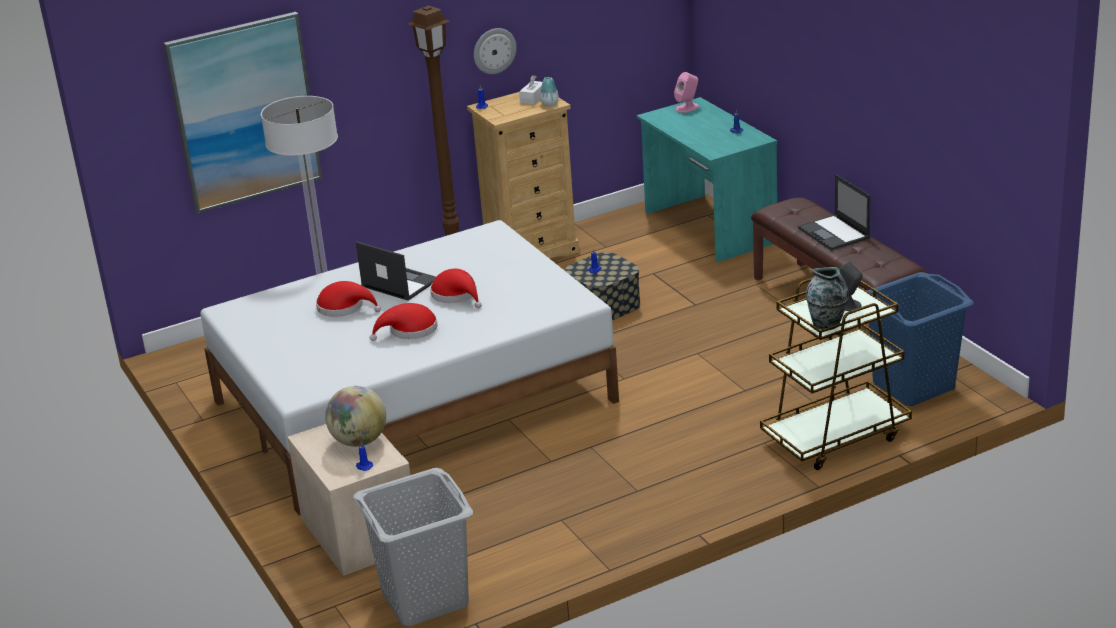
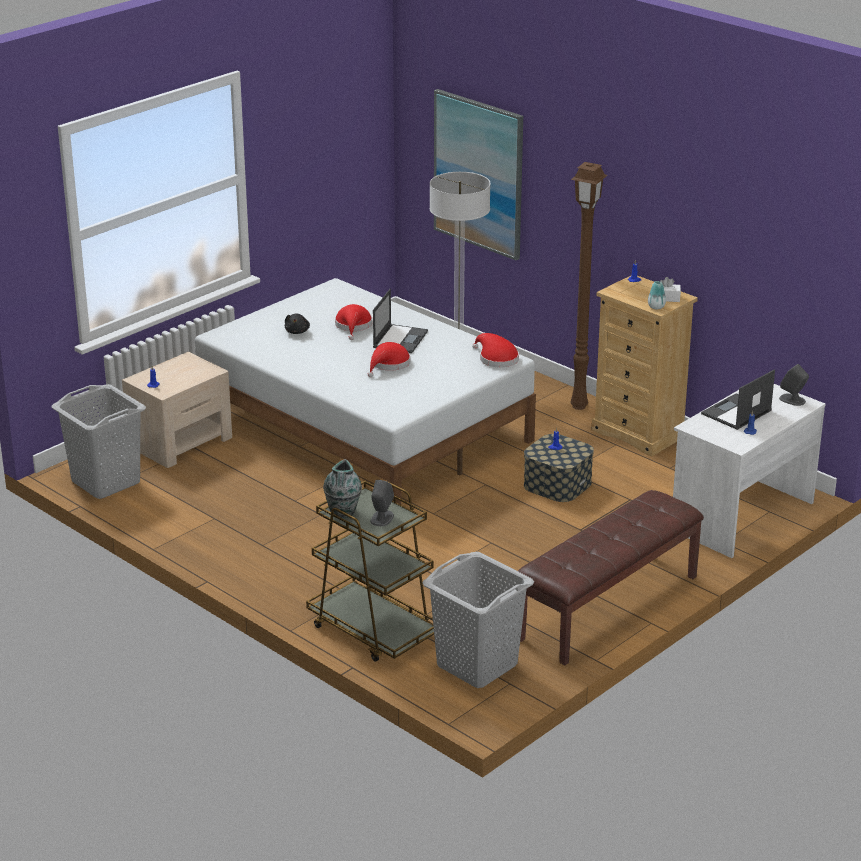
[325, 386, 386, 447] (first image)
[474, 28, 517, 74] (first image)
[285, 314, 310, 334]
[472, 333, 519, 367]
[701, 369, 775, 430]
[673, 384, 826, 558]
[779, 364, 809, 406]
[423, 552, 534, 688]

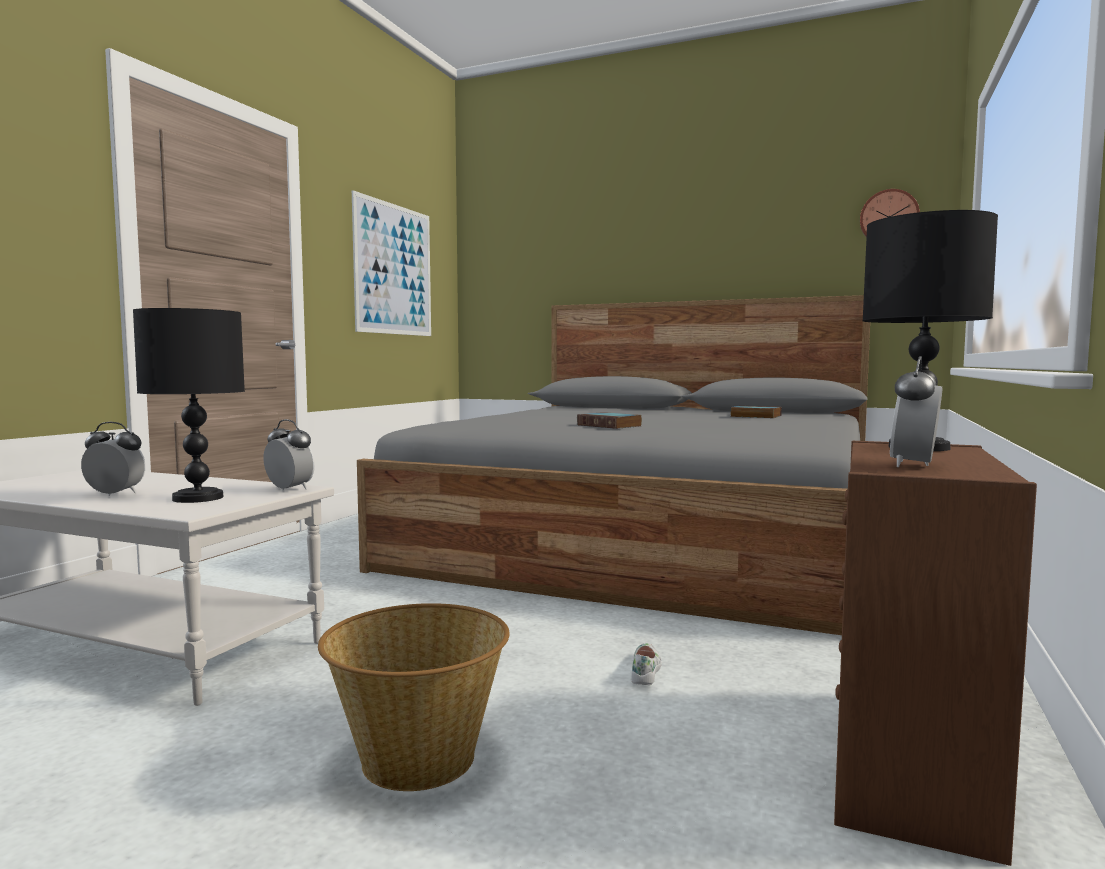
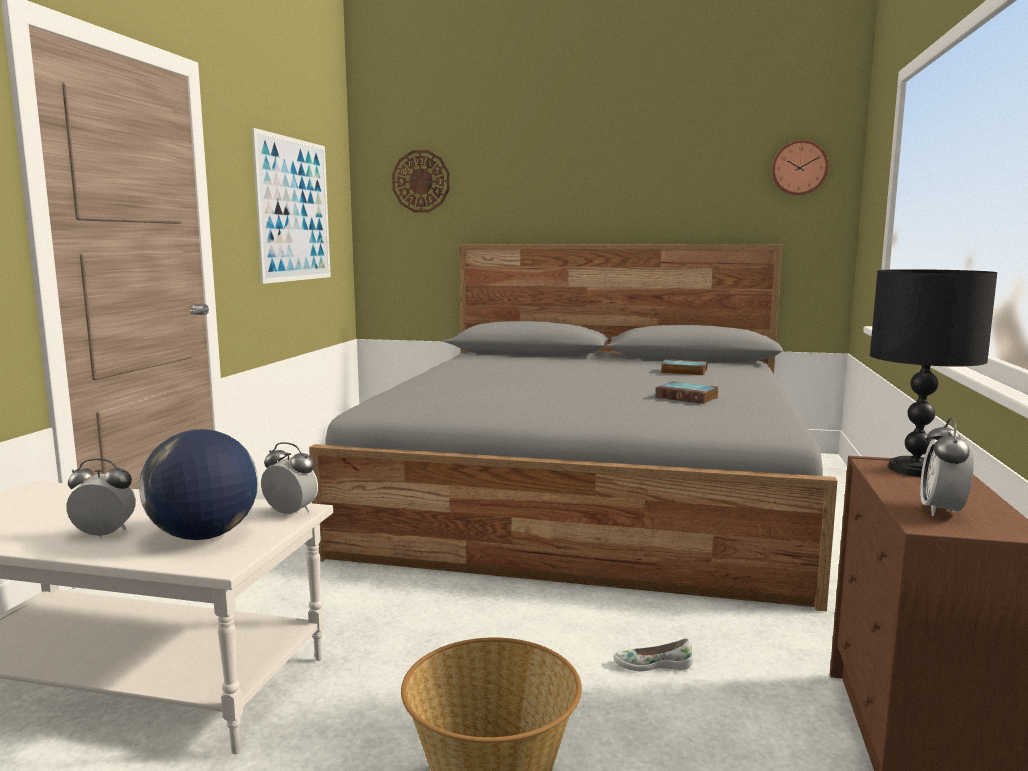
[392, 150, 450, 213]
[655, 381, 719, 404]
[139, 429, 258, 540]
[613, 638, 693, 671]

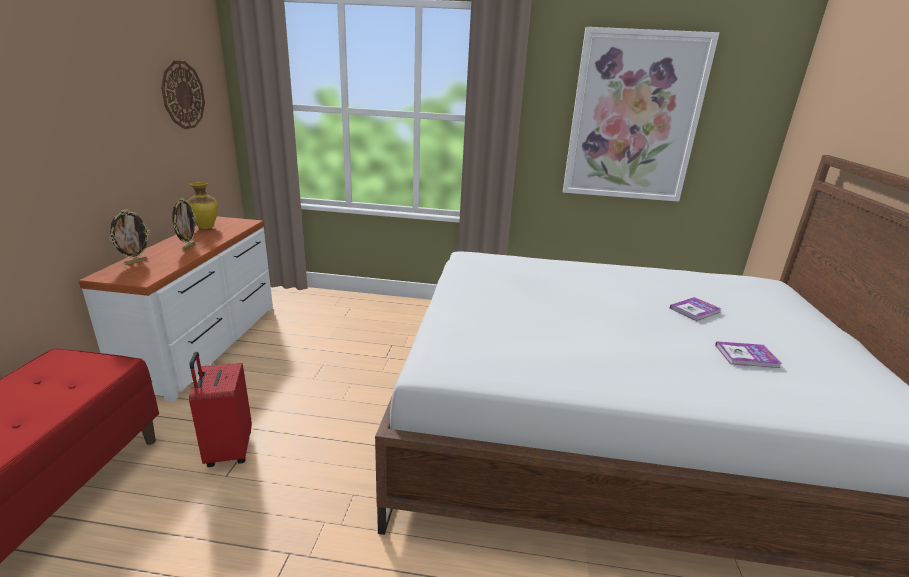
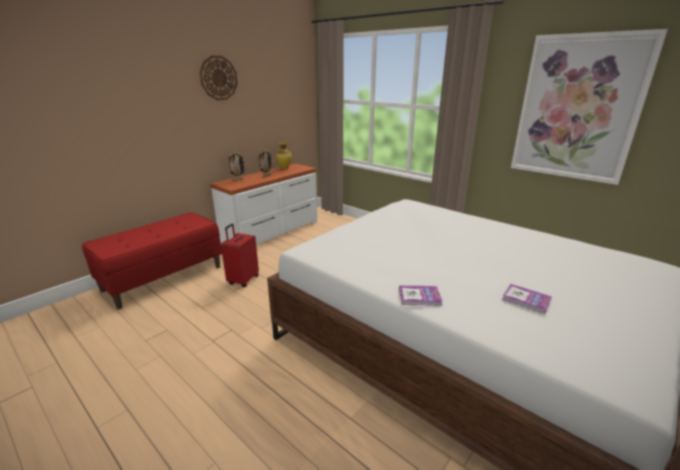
[200, 56, 237, 100]
[399, 286, 443, 306]

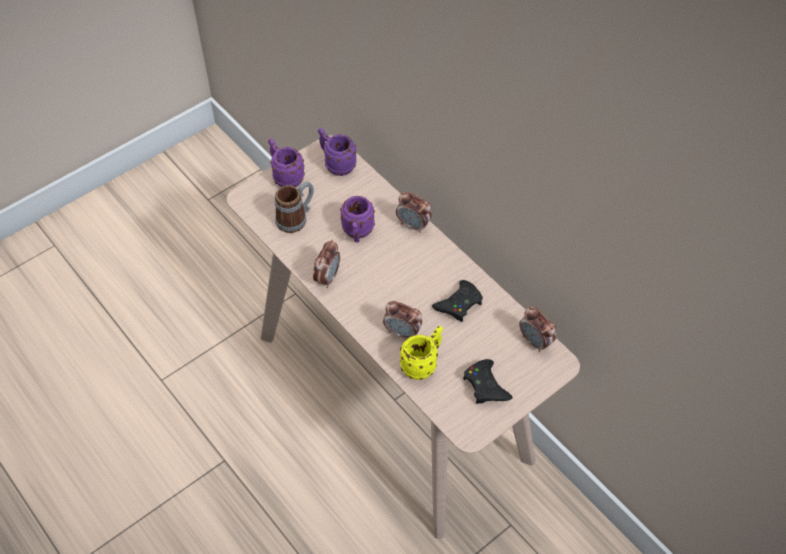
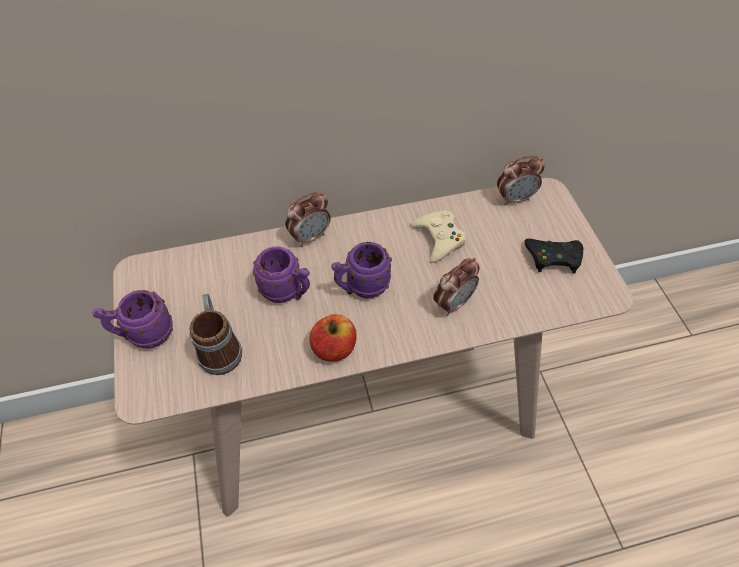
[400, 326, 443, 380] (first image)
[331, 242, 392, 298]
[310, 314, 357, 362]
[411, 211, 466, 263]

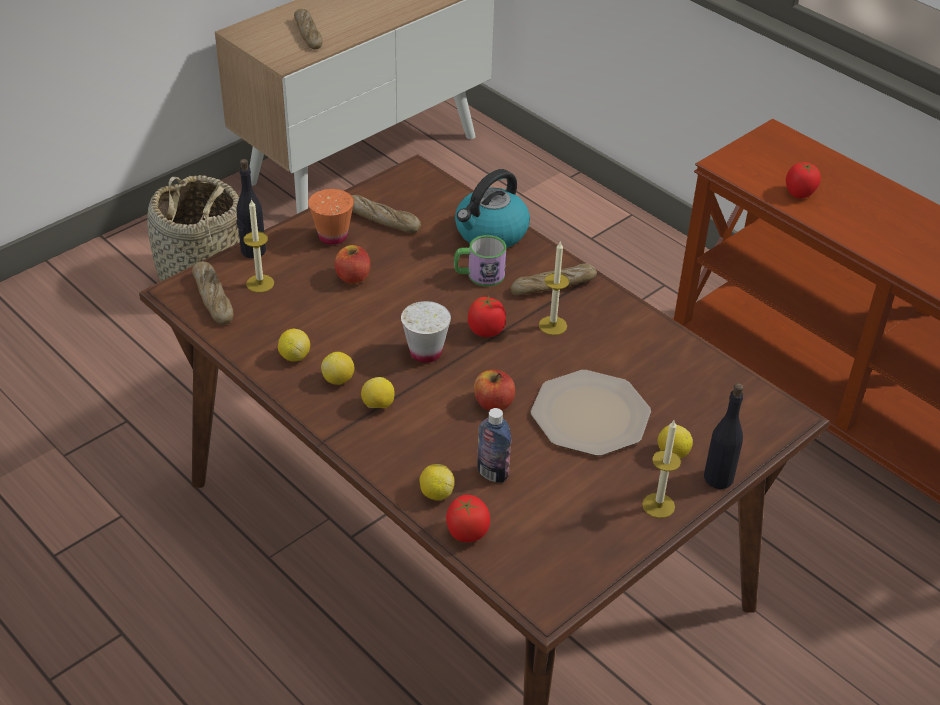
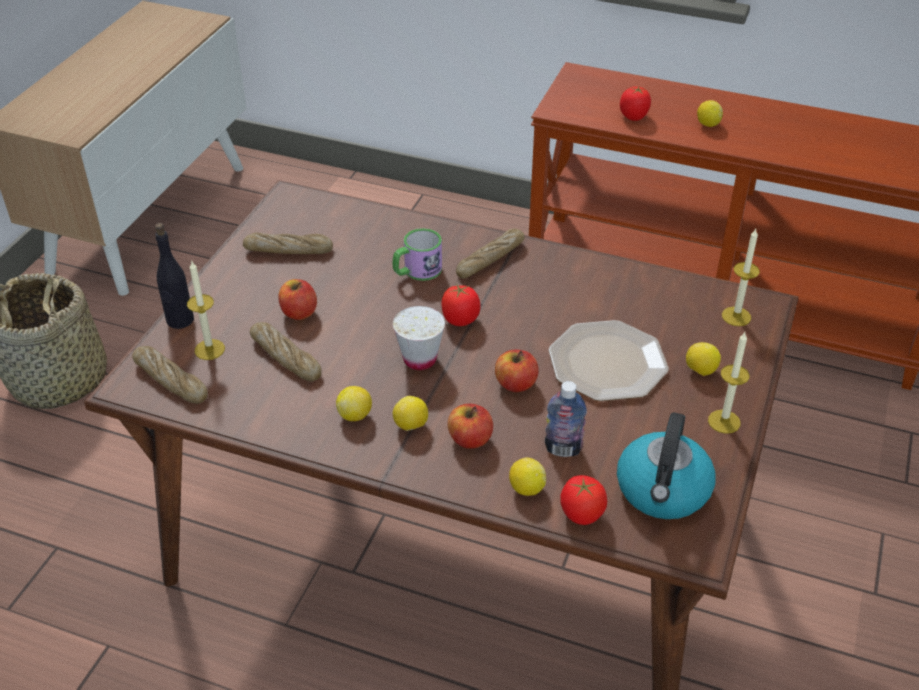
[308, 189, 354, 245] (first image)
[704, 383, 743, 489] (first image)
[448, 404, 493, 449]
[697, 100, 723, 127]
[250, 322, 322, 381]
[617, 412, 716, 519]
[722, 229, 760, 326]

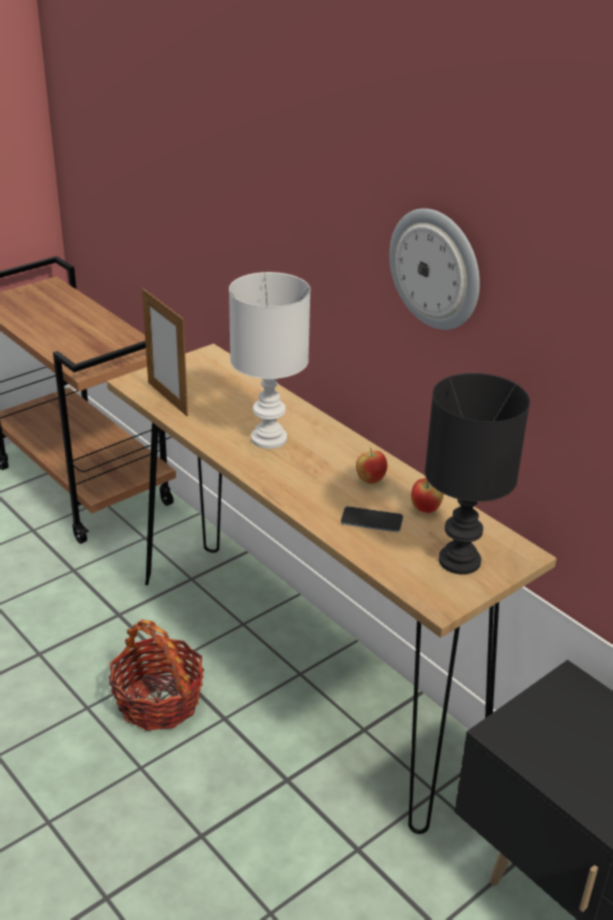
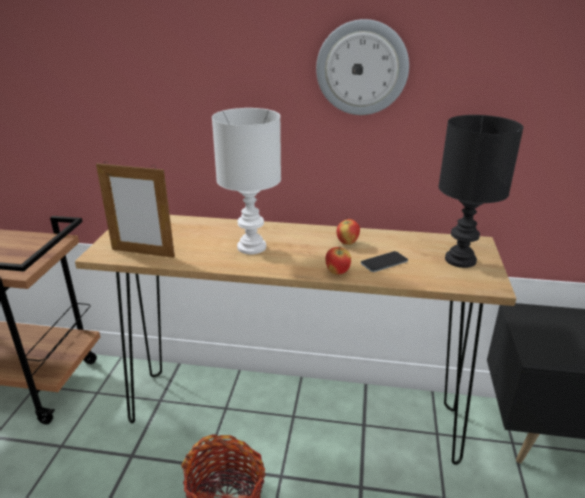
[325, 246, 351, 275]

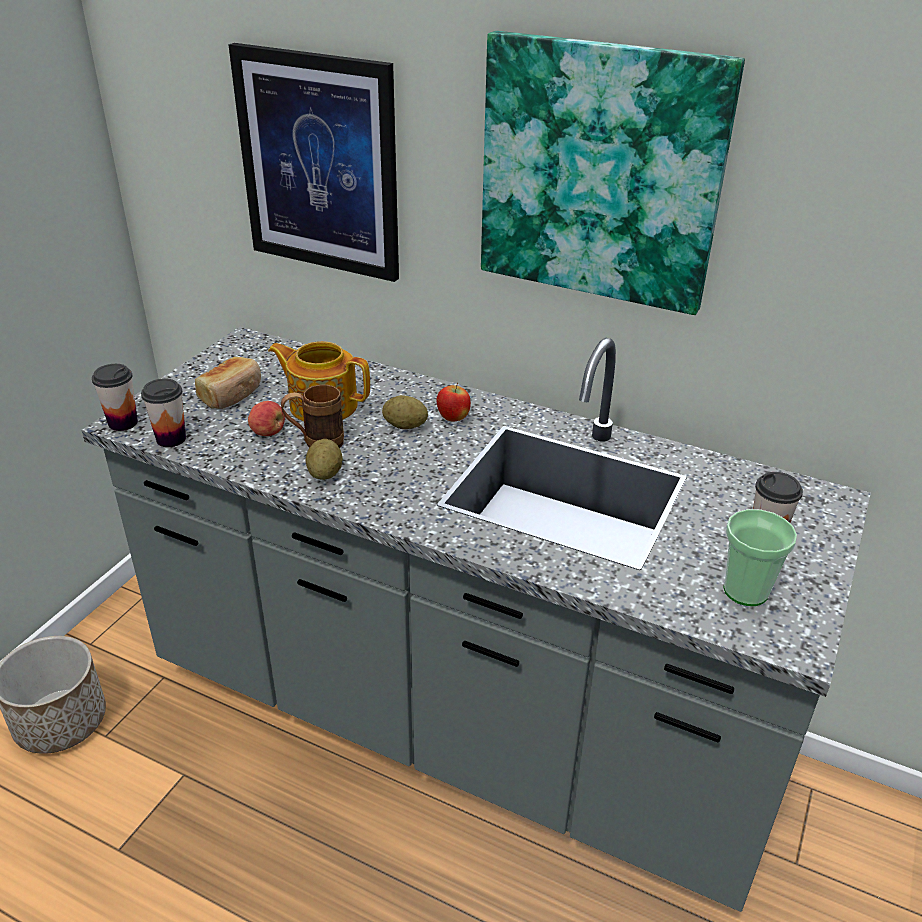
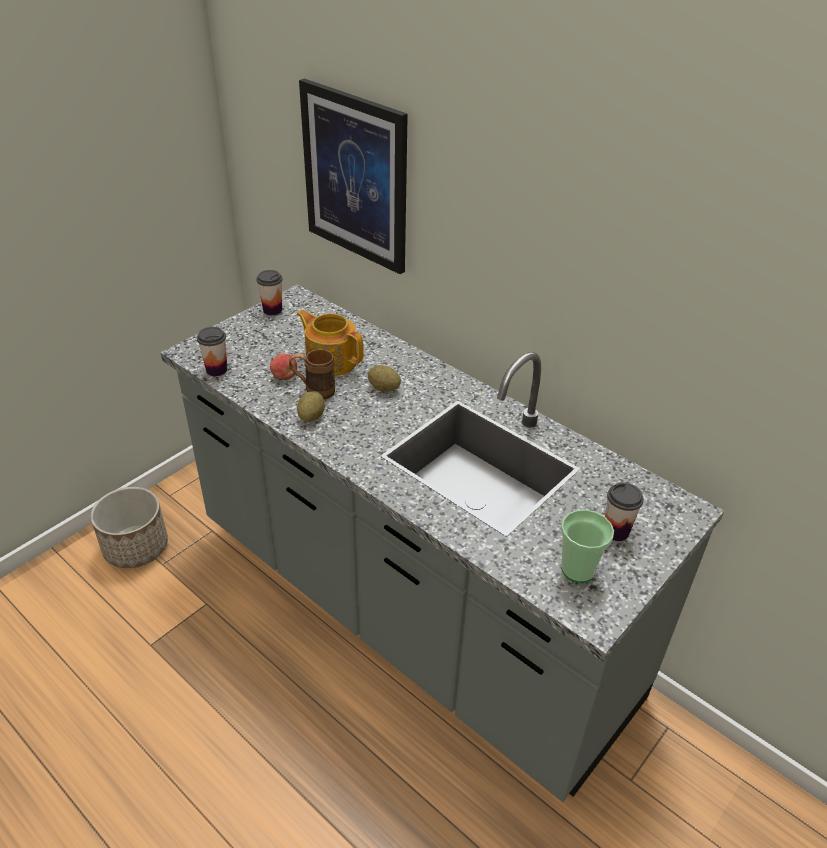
[195, 357, 261, 409] (first image)
[437, 383, 471, 421] (first image)
[481, 31, 745, 315] (first image)
[256, 270, 282, 315]

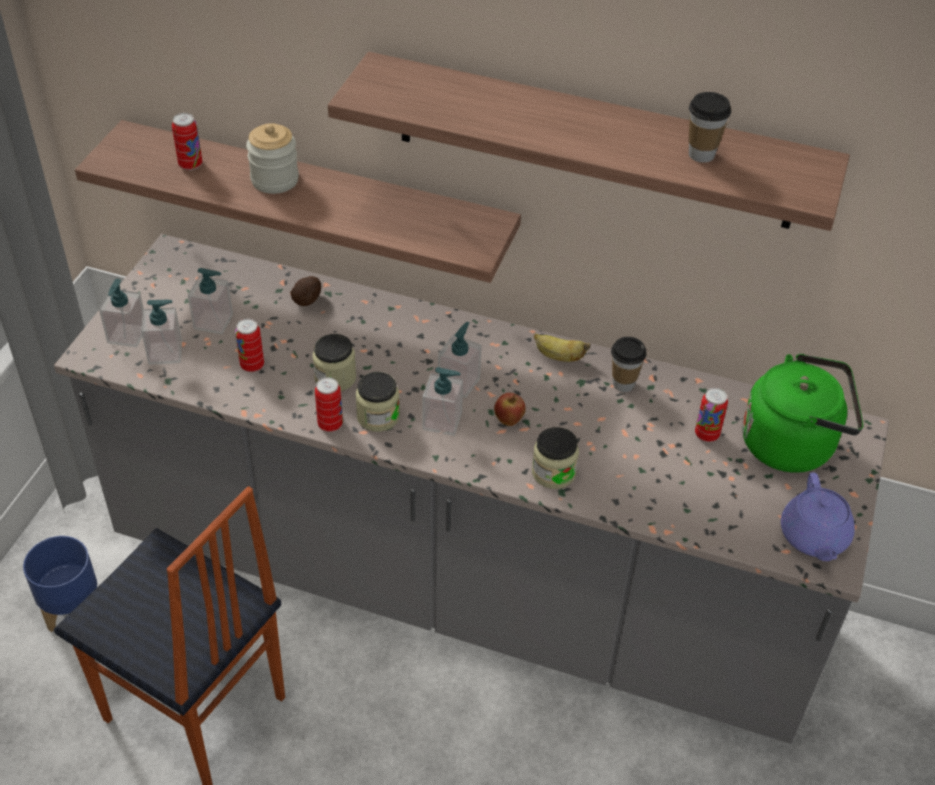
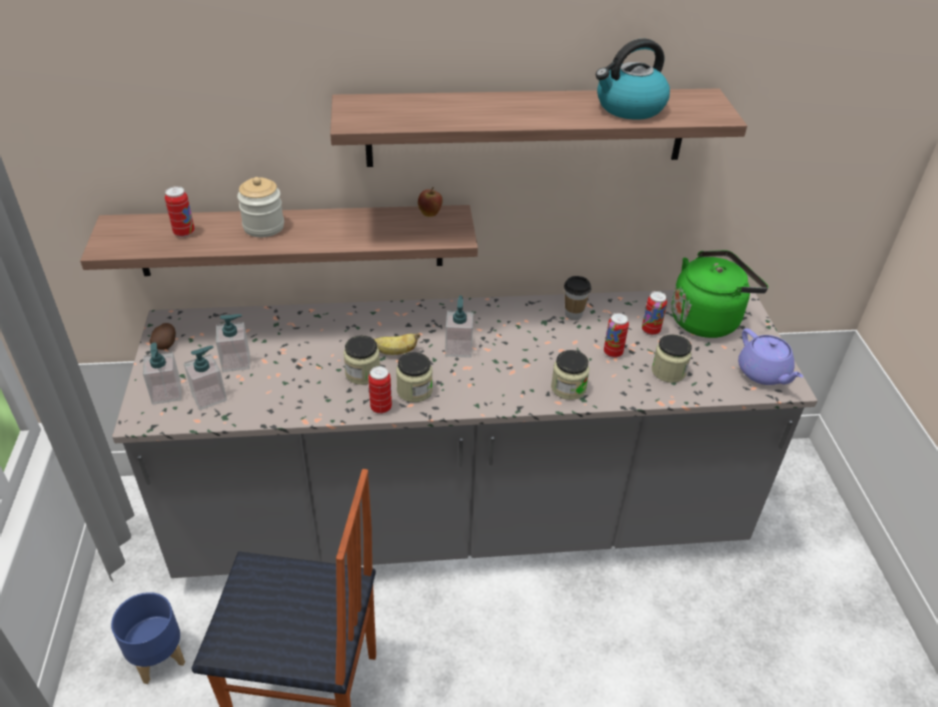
[423, 367, 463, 436] (first image)
[652, 334, 692, 383]
[604, 313, 629, 358]
[150, 323, 176, 350]
[418, 187, 443, 217]
[374, 333, 420, 355]
[596, 39, 670, 120]

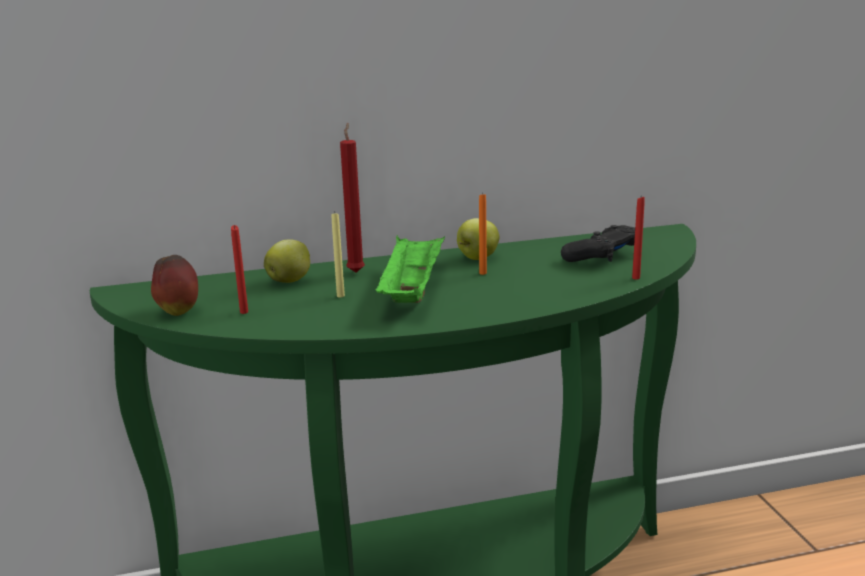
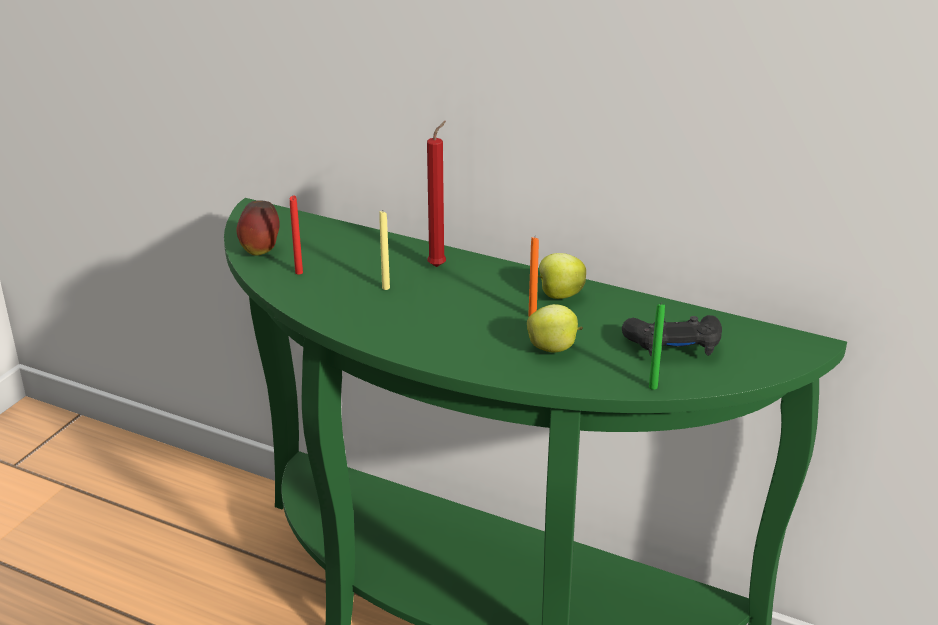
[376, 235, 445, 303] (first image)
[527, 304, 583, 352]
[649, 304, 665, 390]

